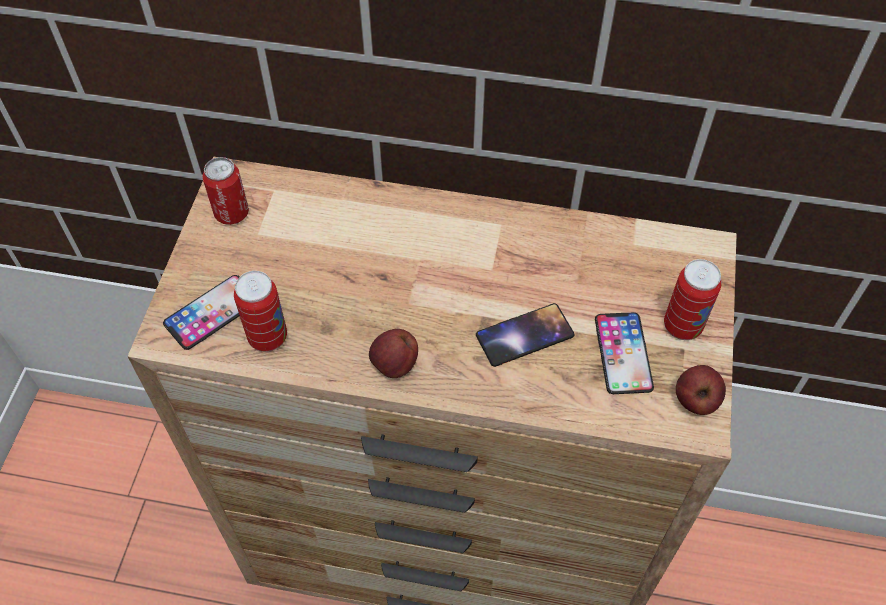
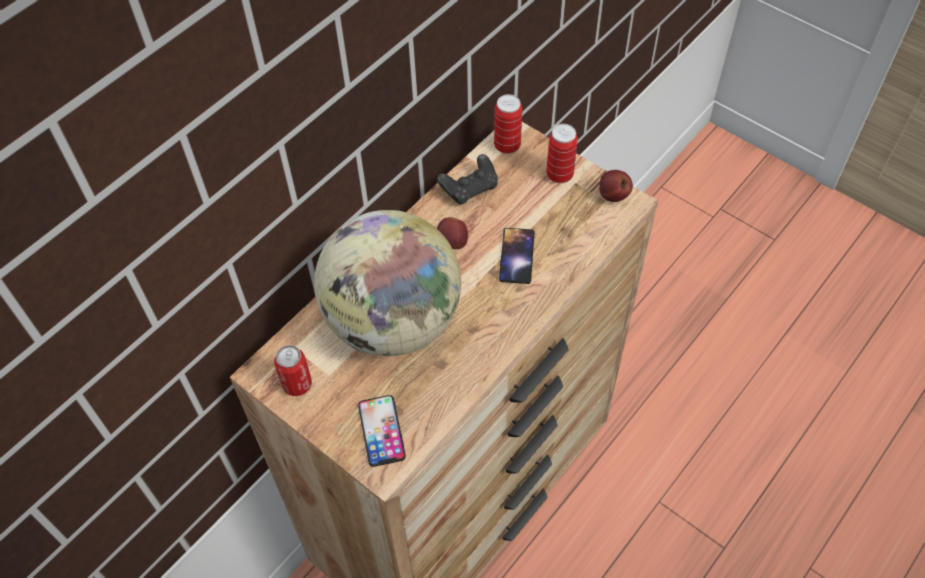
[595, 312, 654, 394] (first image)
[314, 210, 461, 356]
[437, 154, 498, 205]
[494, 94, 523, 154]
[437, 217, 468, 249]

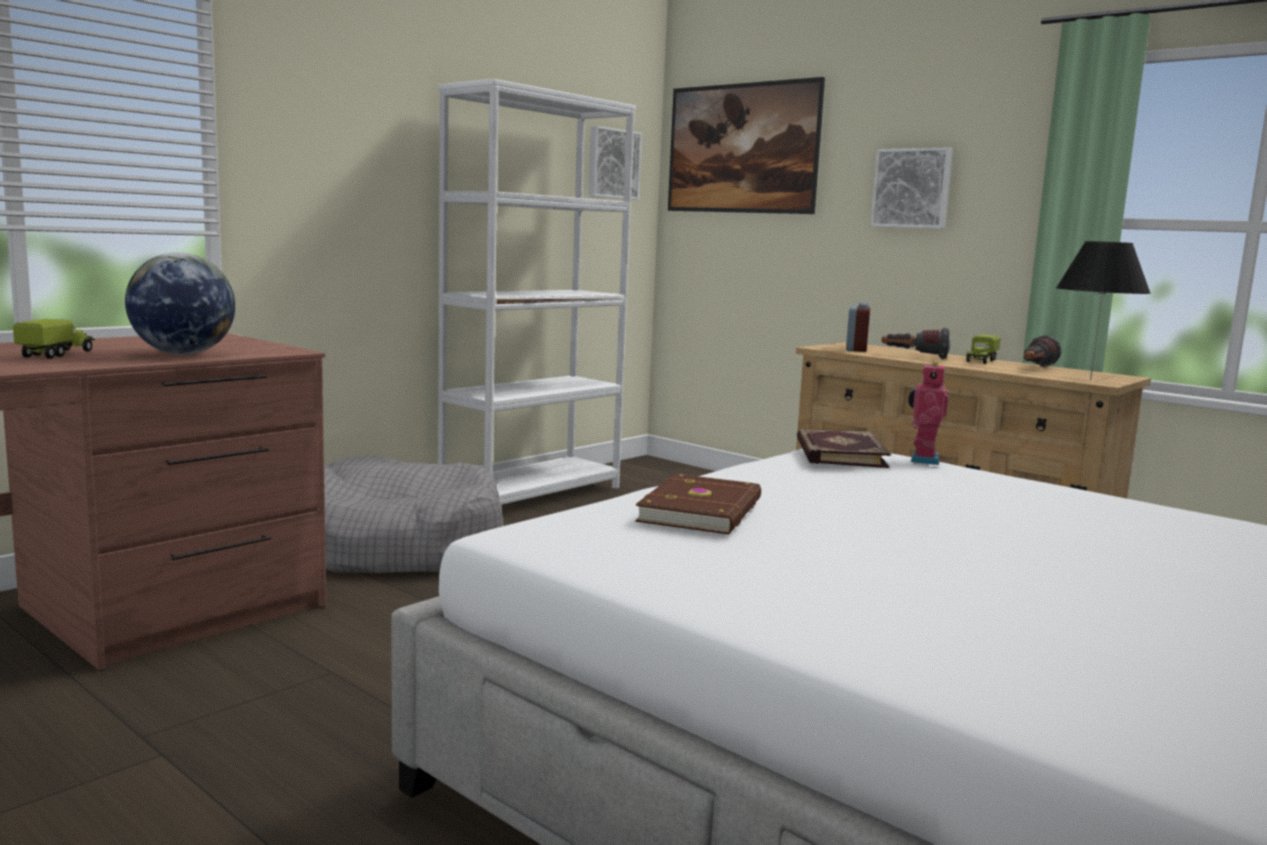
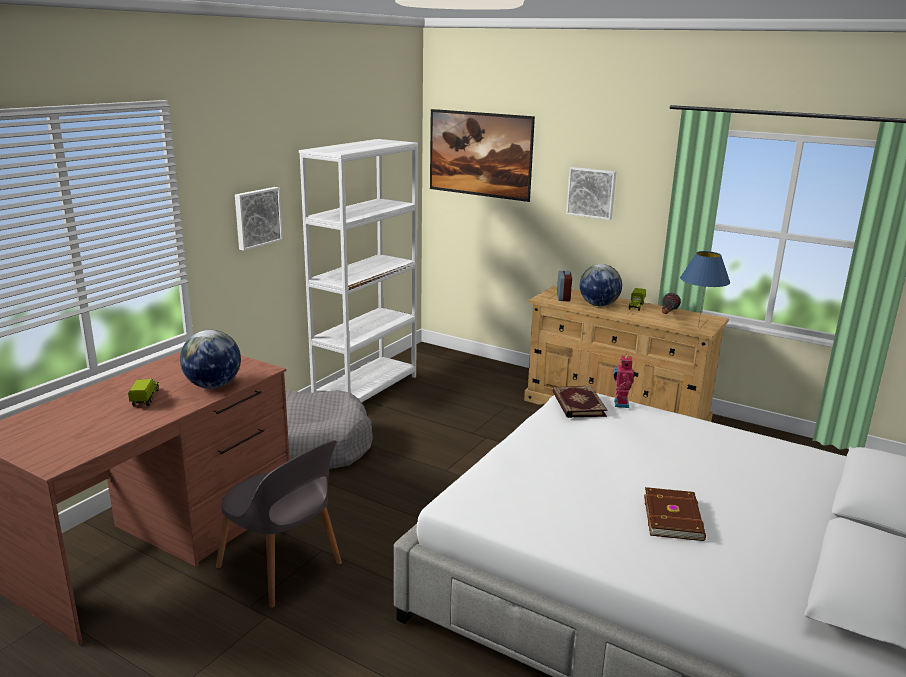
[216, 440, 342, 608]
[235, 187, 283, 251]
[644, 487, 706, 541]
[580, 264, 622, 306]
[680, 251, 730, 327]

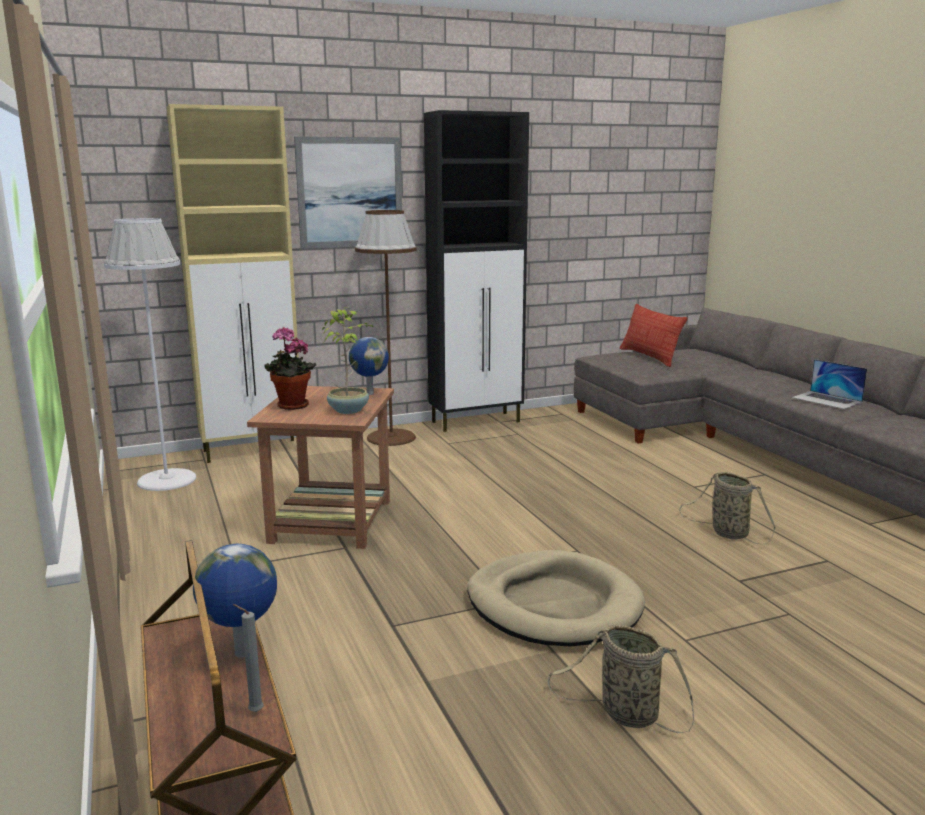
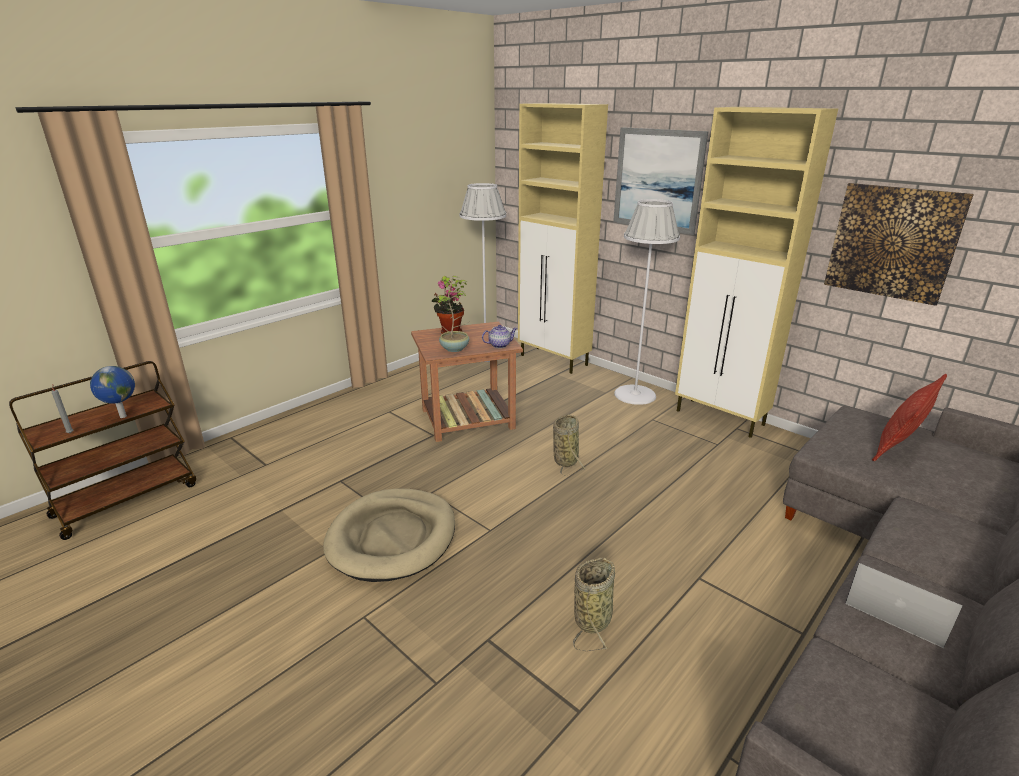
[824, 183, 974, 306]
[553, 414, 586, 476]
[482, 325, 517, 348]
[614, 199, 680, 405]
[675, 107, 838, 438]
[845, 563, 963, 648]

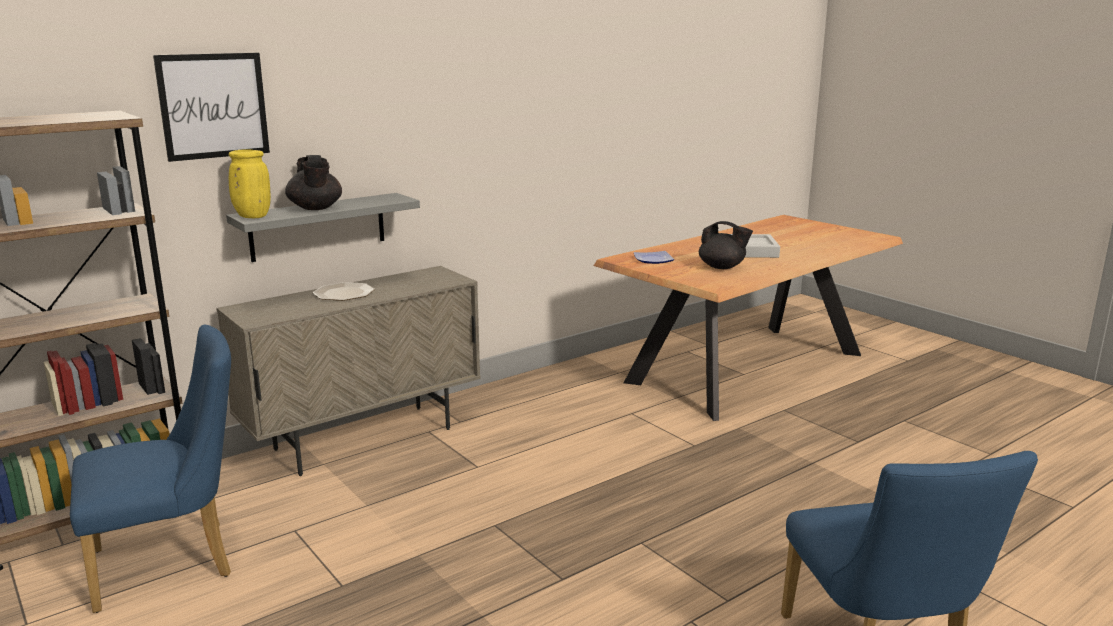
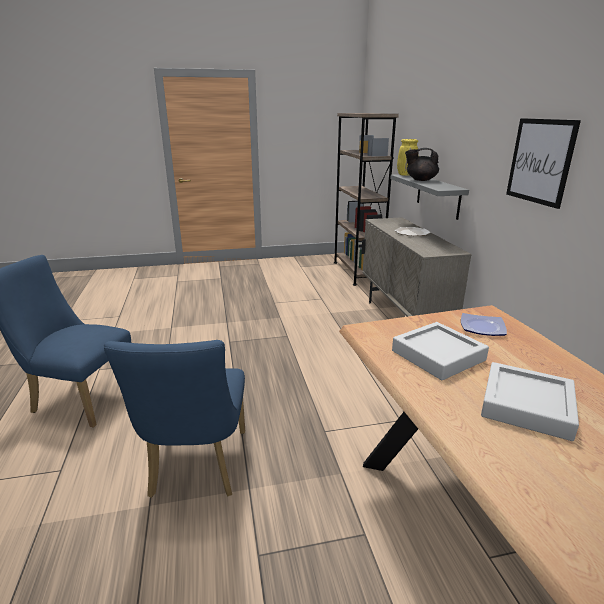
[104, 340, 245, 498]
[506, 118, 581, 209]
[392, 322, 489, 380]

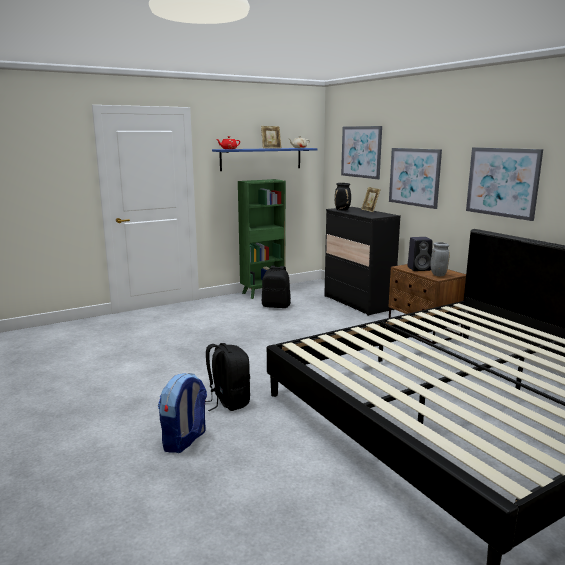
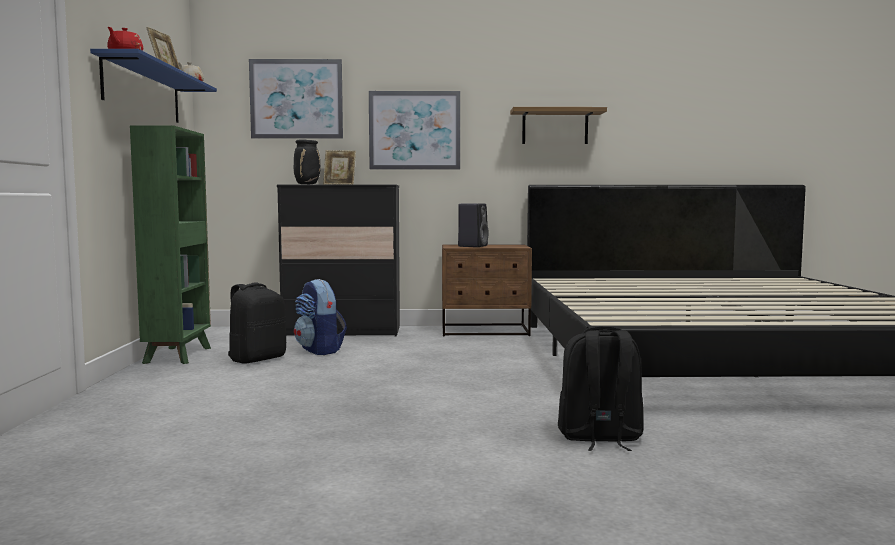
[430, 242, 450, 276] (first image)
[294, 279, 347, 355]
[510, 107, 607, 144]

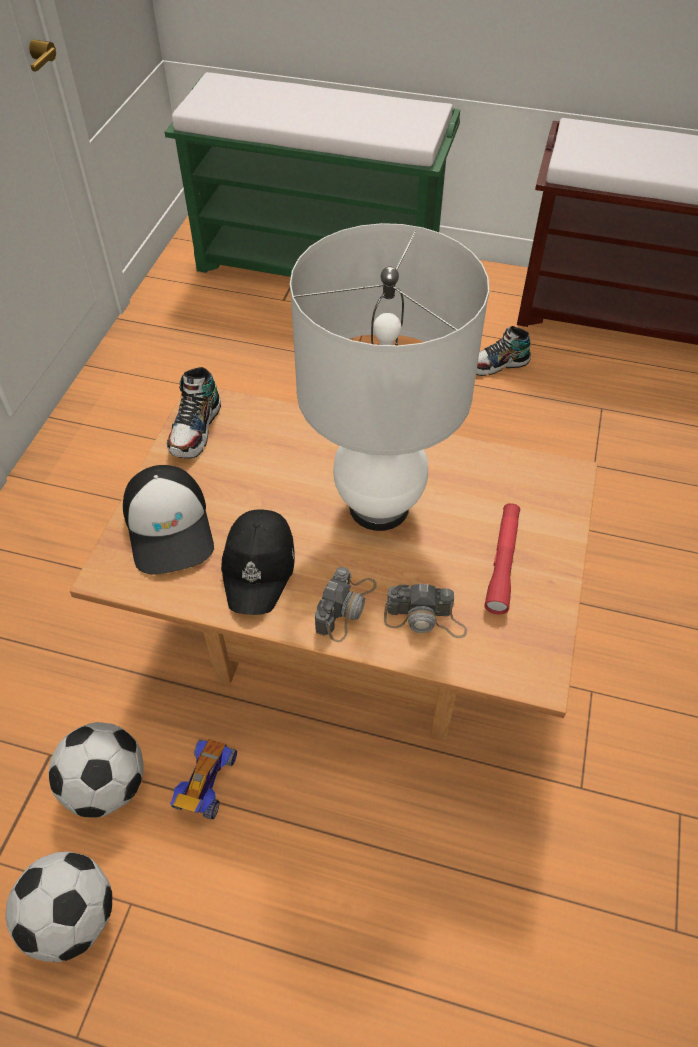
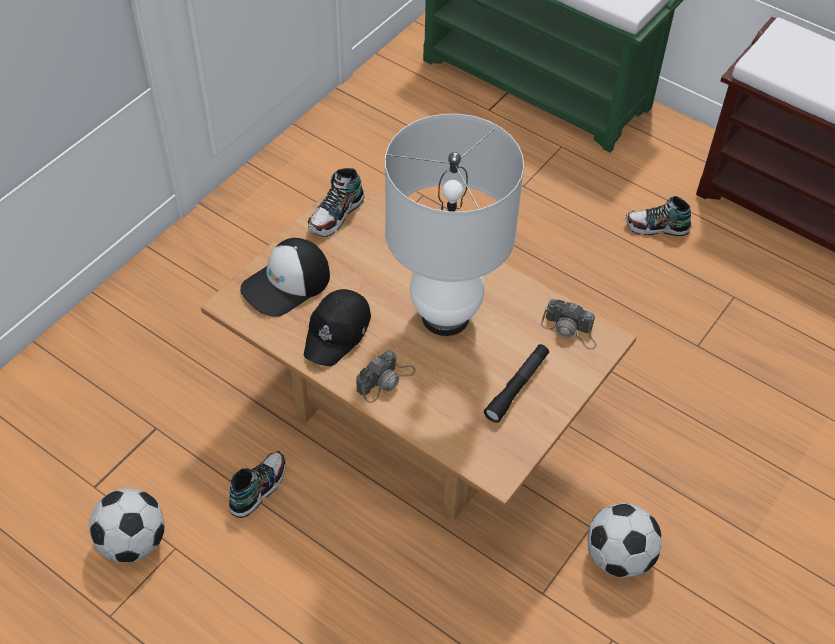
[588, 503, 662, 578]
[541, 299, 597, 350]
[229, 451, 286, 518]
[484, 344, 549, 423]
[240, 238, 330, 317]

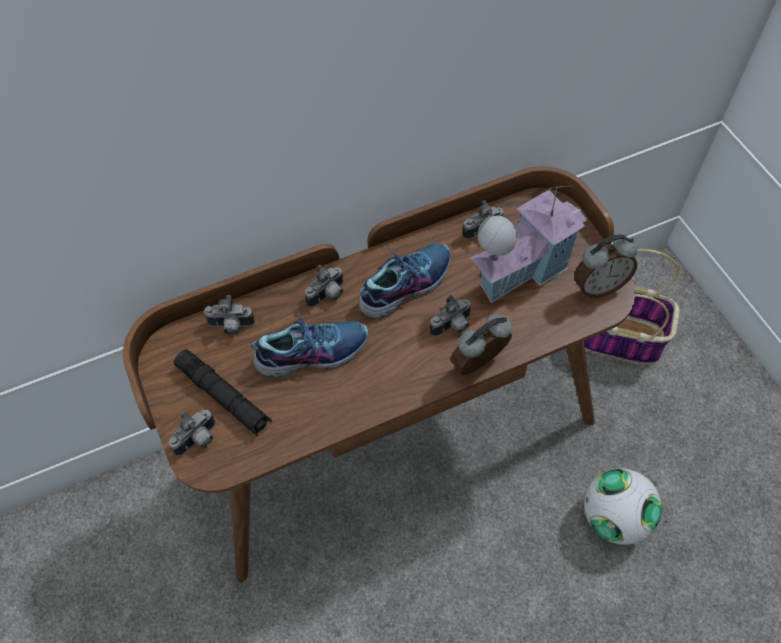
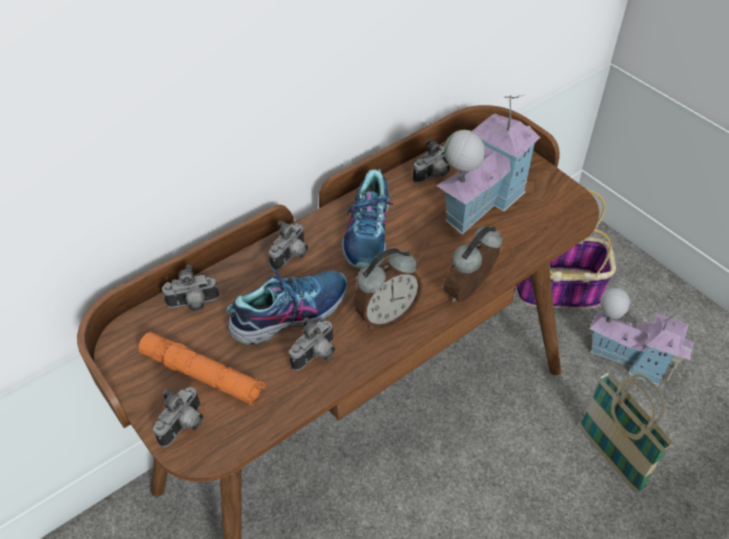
[590, 287, 694, 385]
[289, 317, 335, 371]
[354, 248, 422, 329]
[579, 372, 674, 493]
[138, 332, 265, 406]
[342, 169, 396, 269]

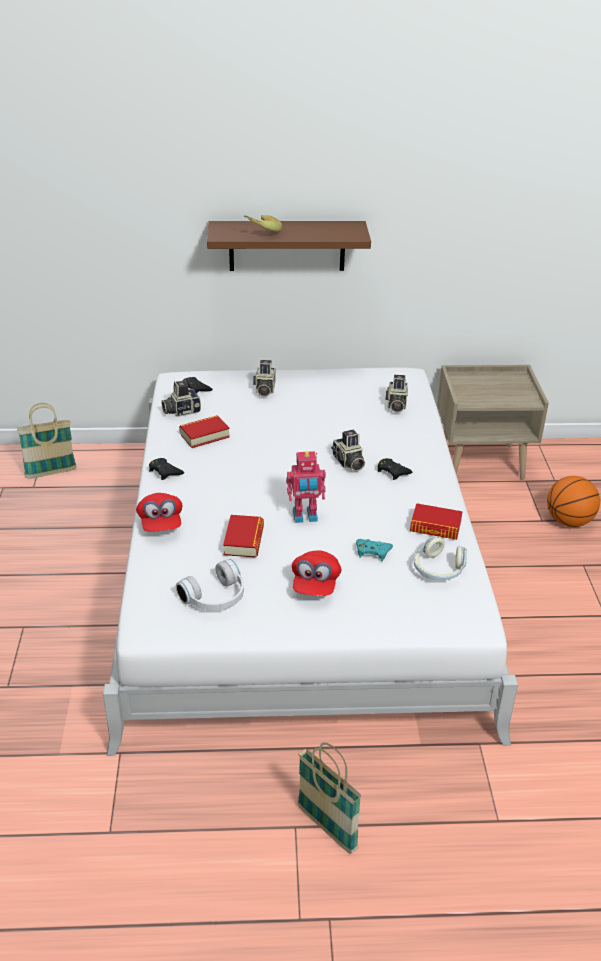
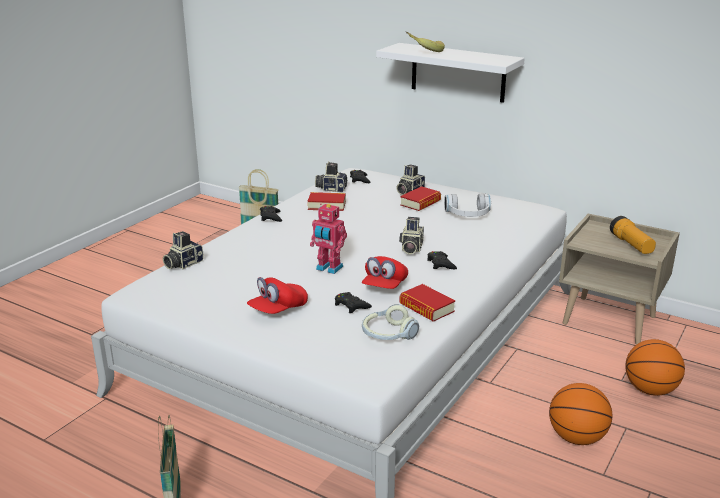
[549, 383, 612, 445]
[610, 216, 656, 254]
[362, 256, 408, 289]
[444, 194, 491, 217]
[400, 186, 441, 211]
[163, 231, 203, 269]
[376, 43, 525, 103]
[335, 292, 372, 313]

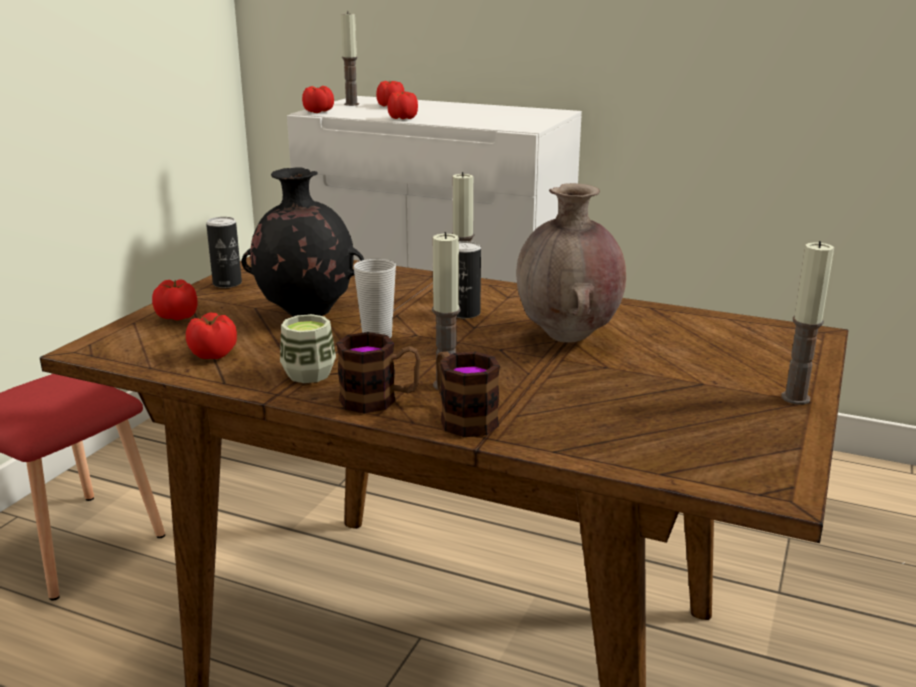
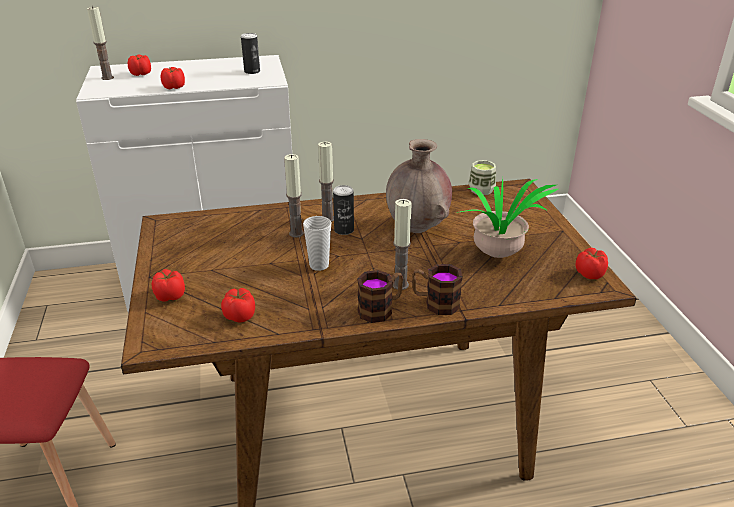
[241, 168, 364, 317] (first image)
[460, 177, 558, 258]
[241, 33, 260, 74]
[469, 160, 496, 195]
[575, 248, 608, 279]
[284, 154, 304, 238]

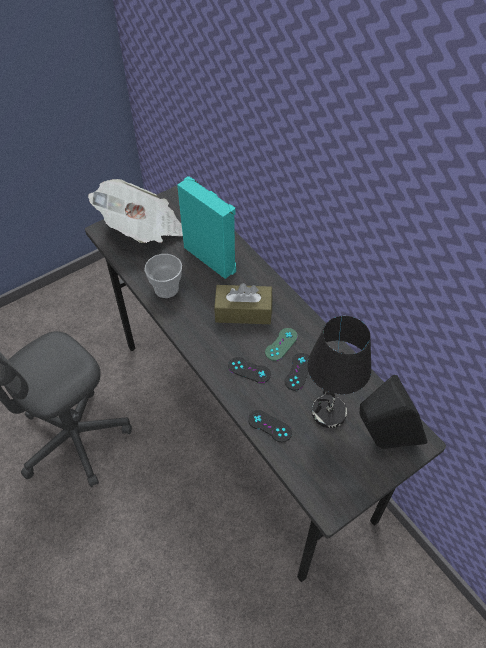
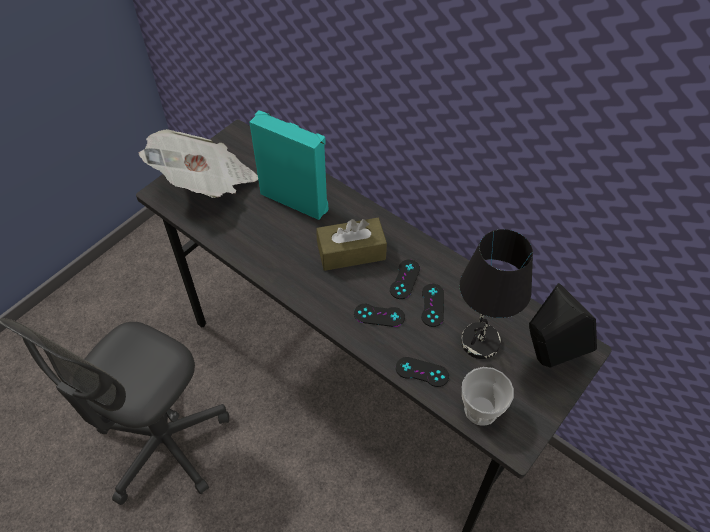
[462, 367, 514, 426]
[390, 259, 420, 299]

